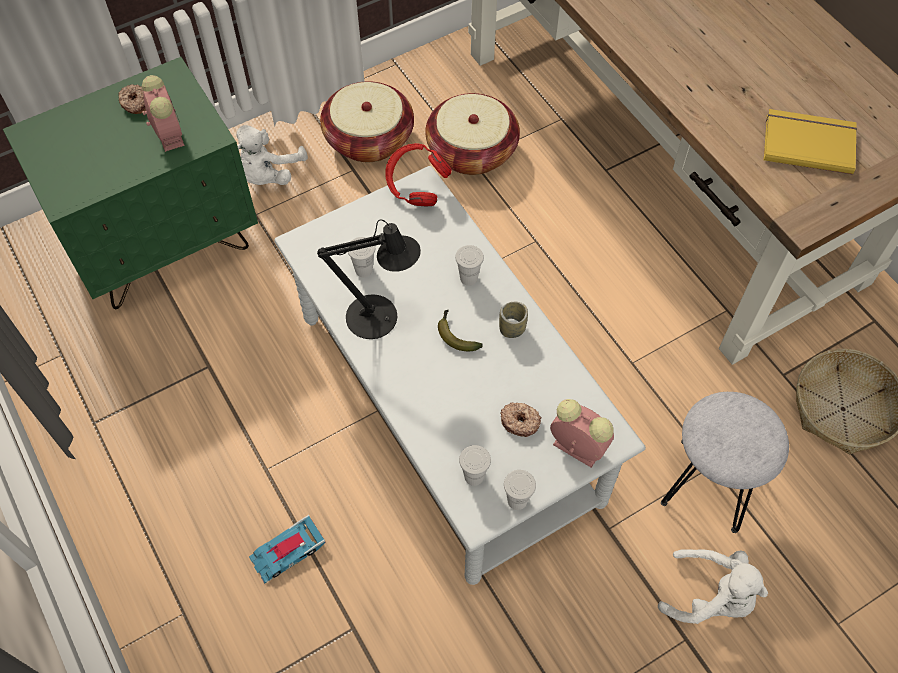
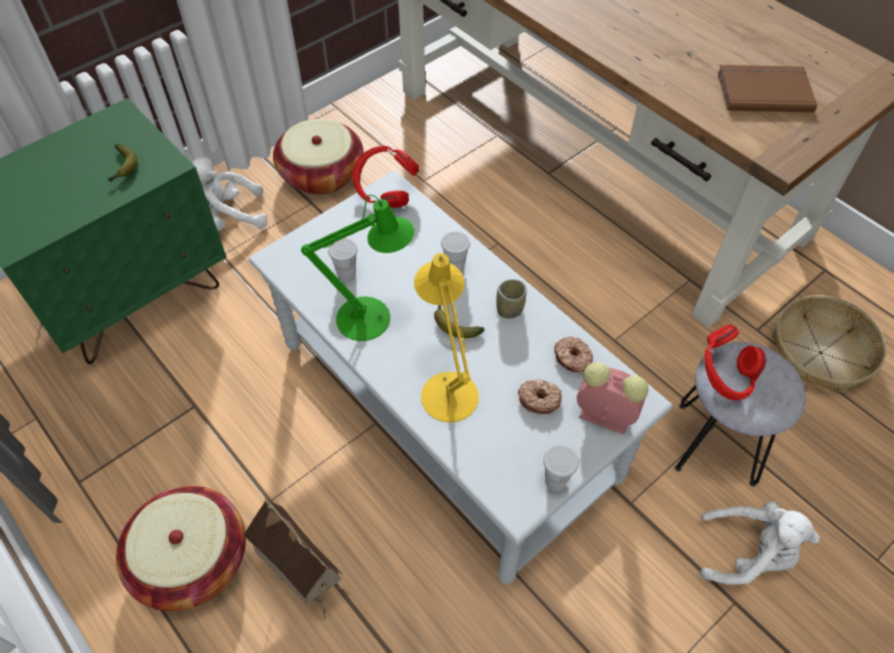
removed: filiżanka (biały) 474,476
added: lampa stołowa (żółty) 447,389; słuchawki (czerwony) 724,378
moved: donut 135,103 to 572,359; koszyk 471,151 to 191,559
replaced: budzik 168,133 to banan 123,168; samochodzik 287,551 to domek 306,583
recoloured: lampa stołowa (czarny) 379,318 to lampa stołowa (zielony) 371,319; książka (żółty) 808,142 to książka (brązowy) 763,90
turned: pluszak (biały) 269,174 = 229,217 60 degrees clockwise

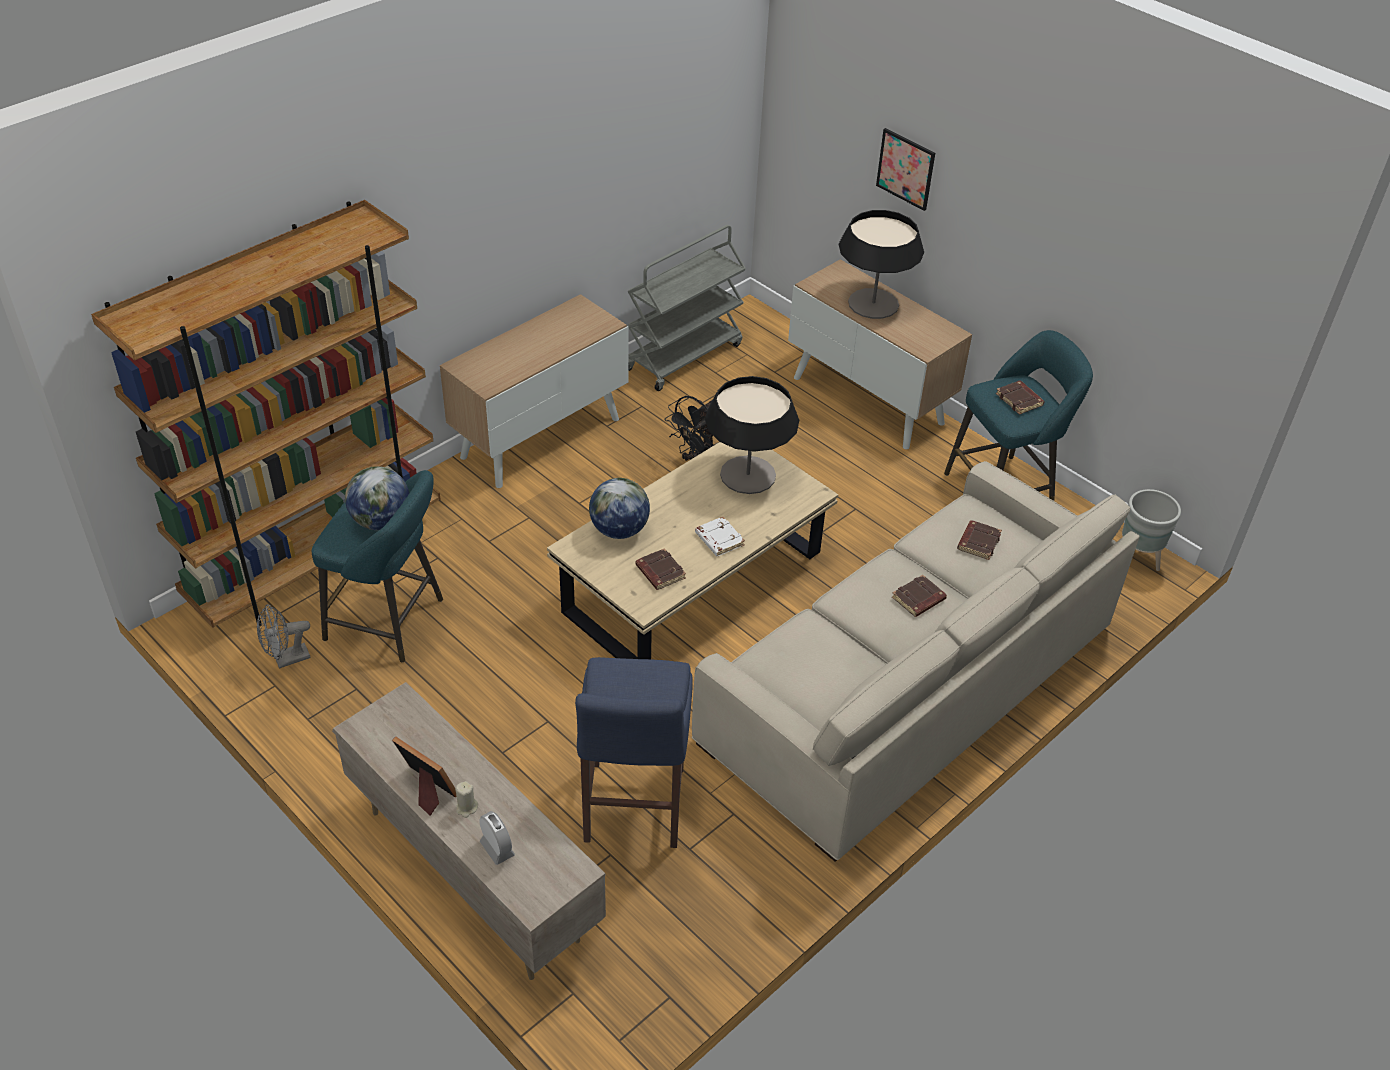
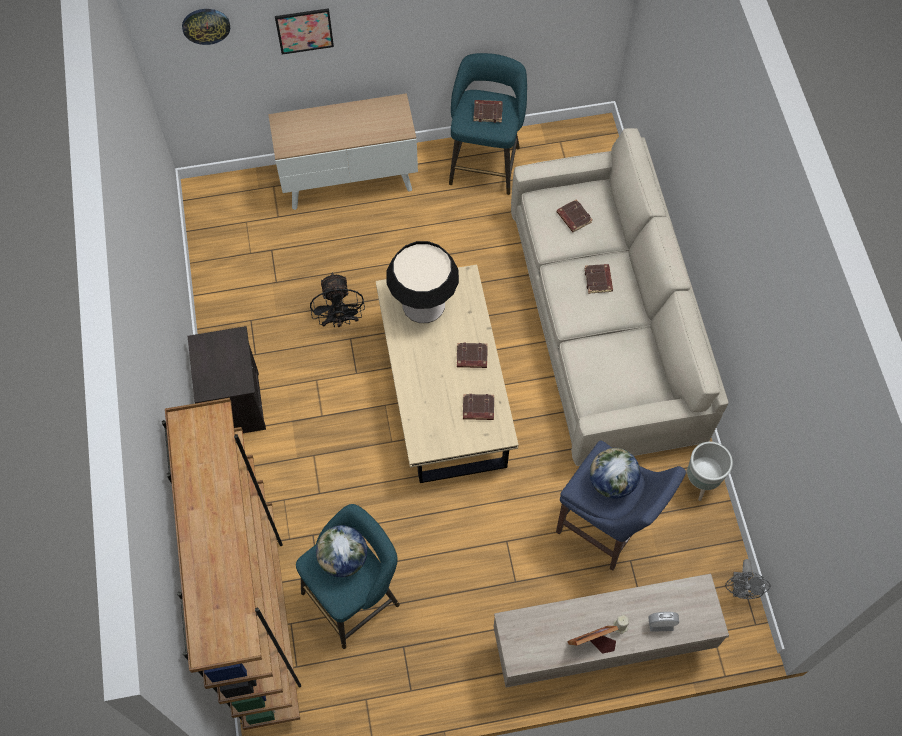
removed: wózek (szary) 684,356; lampa stołowa 873,304
added: zegar ścienny 206,25
moved: wentylator (szary) 286,659 to 740,589; globus 619,530 to 611,482; donica (szary) 1136,561 to 700,483
replaced: szafka 540,437 to szafka nocna (czarny) 235,403
recoloured: książka (biały) 718,539 to książka (brązowy) 471,357

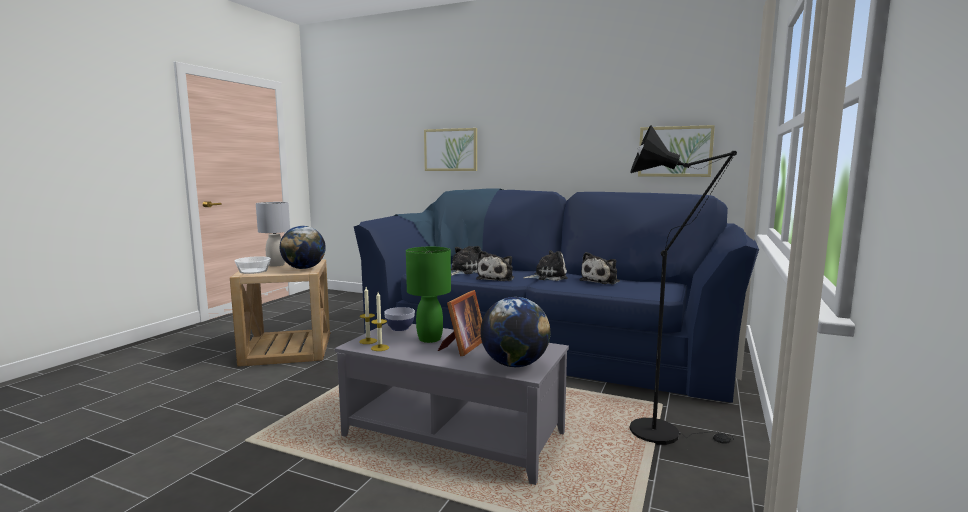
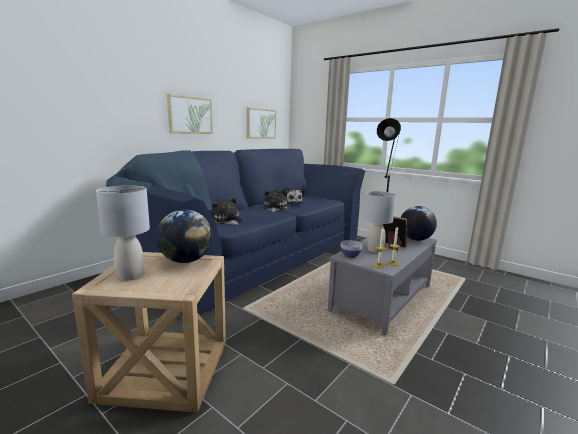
removed: miska 253,271; pluszak 497,278
moved: obraz 451,150 to 190,115
recoloured: lampa stołowa (zielony) 429,339 to lampa stołowa (szary) 375,250

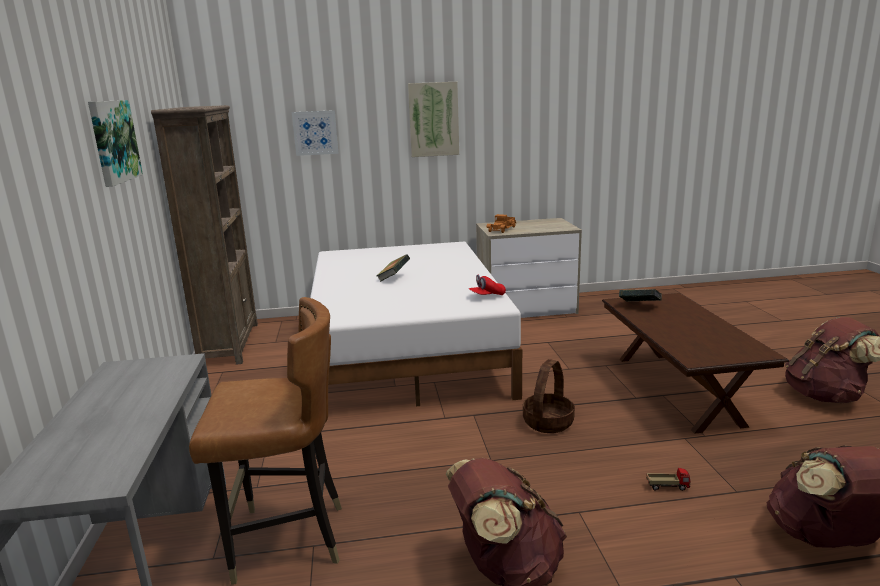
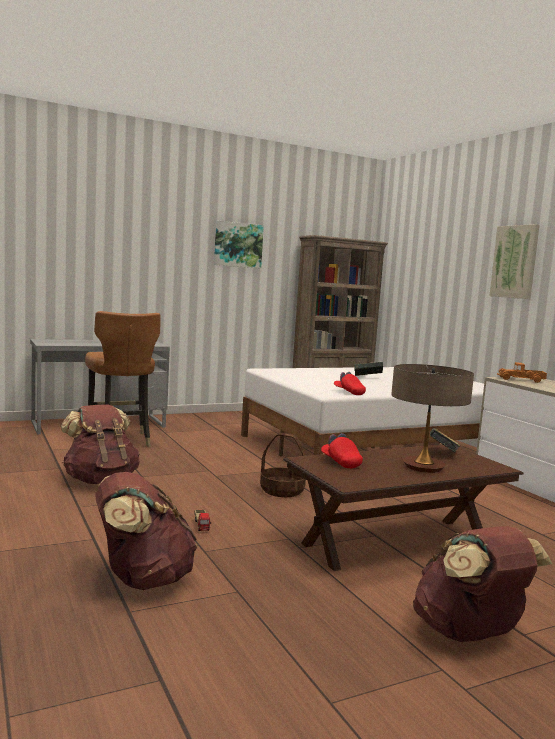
removed: obraz 315,133
added: czapka z daszkiem (czerwony) 340,462; lampa stołowa 423,467

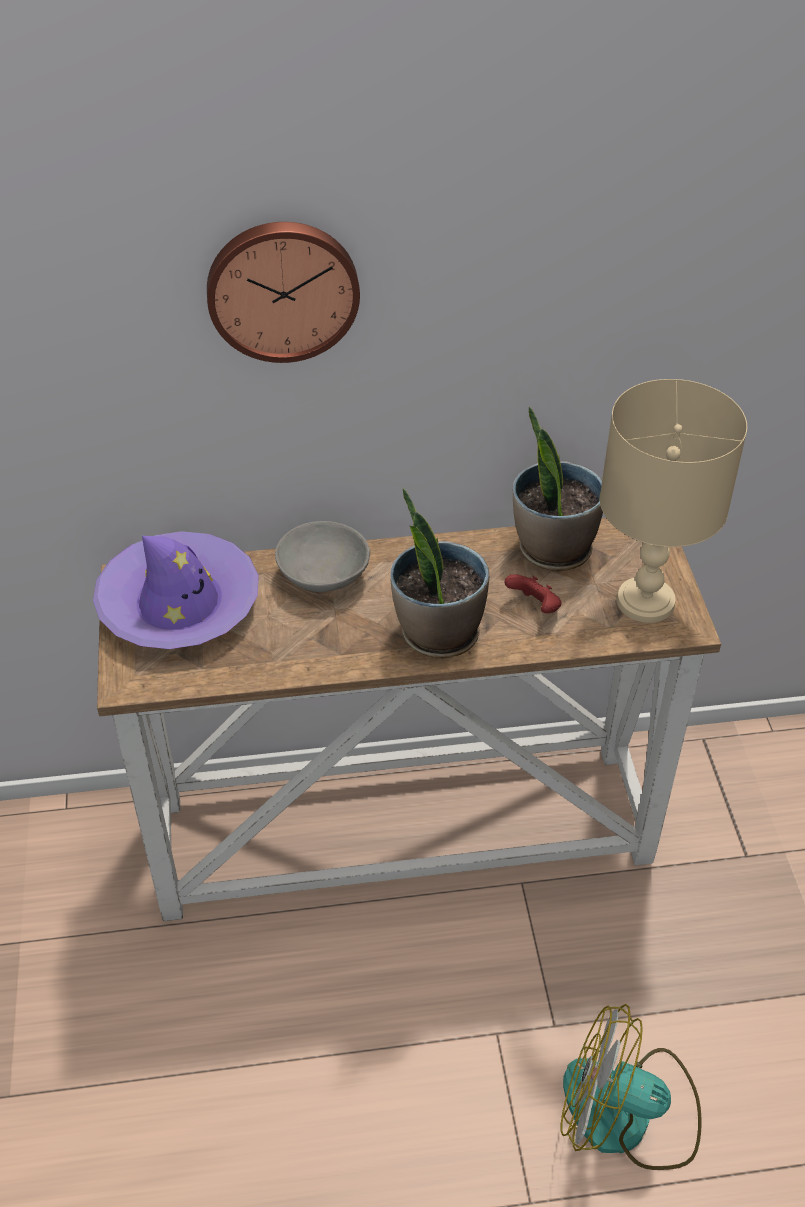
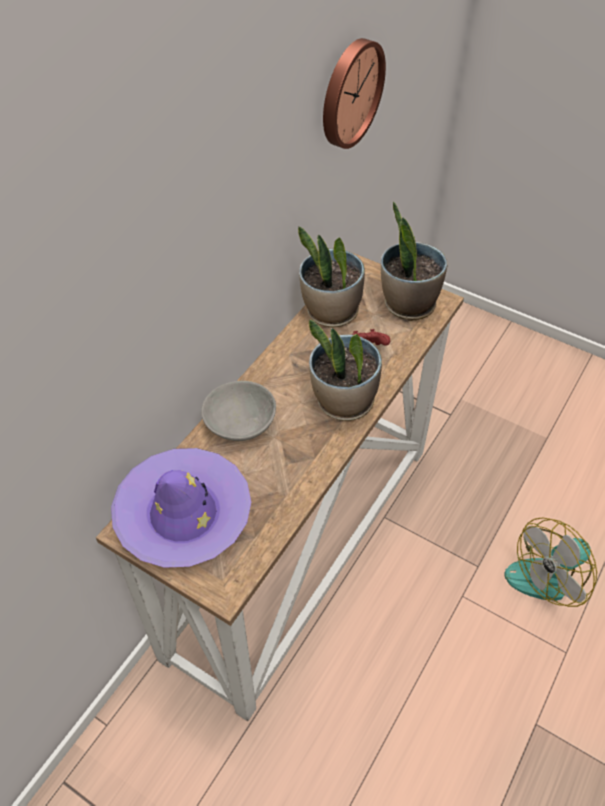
moved: zegar ścienny 282,289 to 349,93
replaced: lampa stołowa (beżowy) 645,602 to roślina doniczkowa 408,304

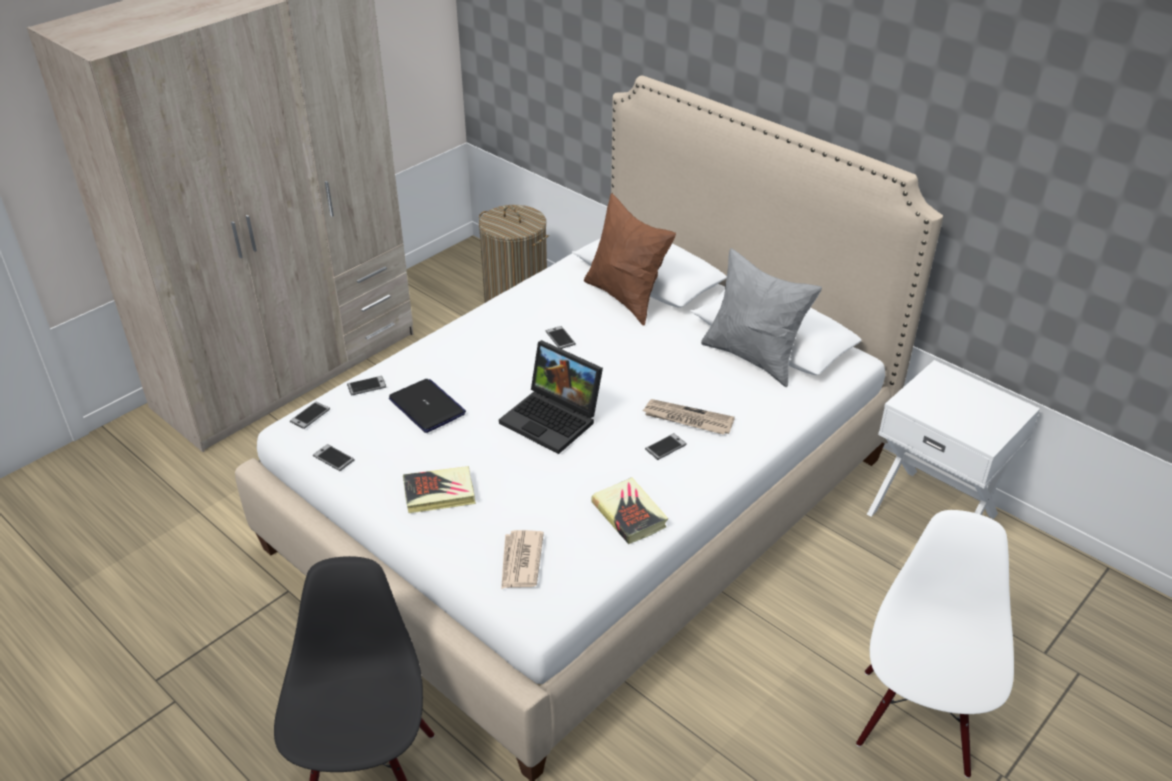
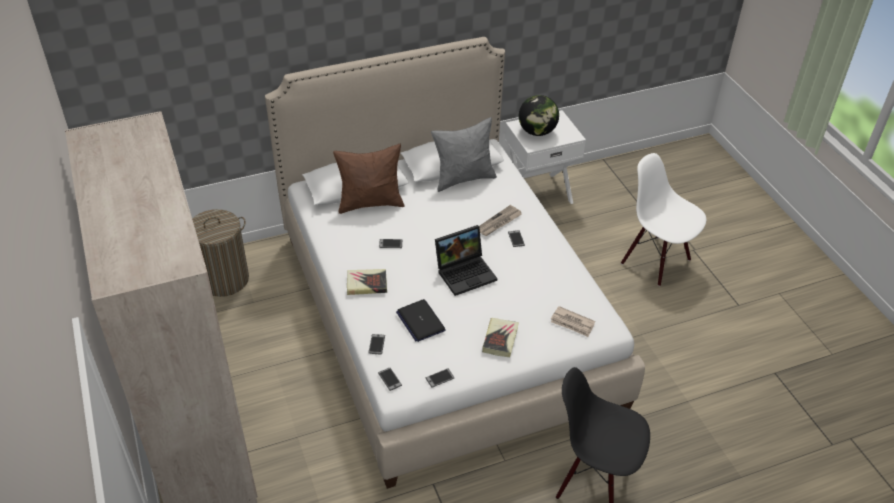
added: globus 537,132
moved: książka 629,514 to 366,284
turned: laptop 427,407 = 420,321 105 degrees counterclockwise

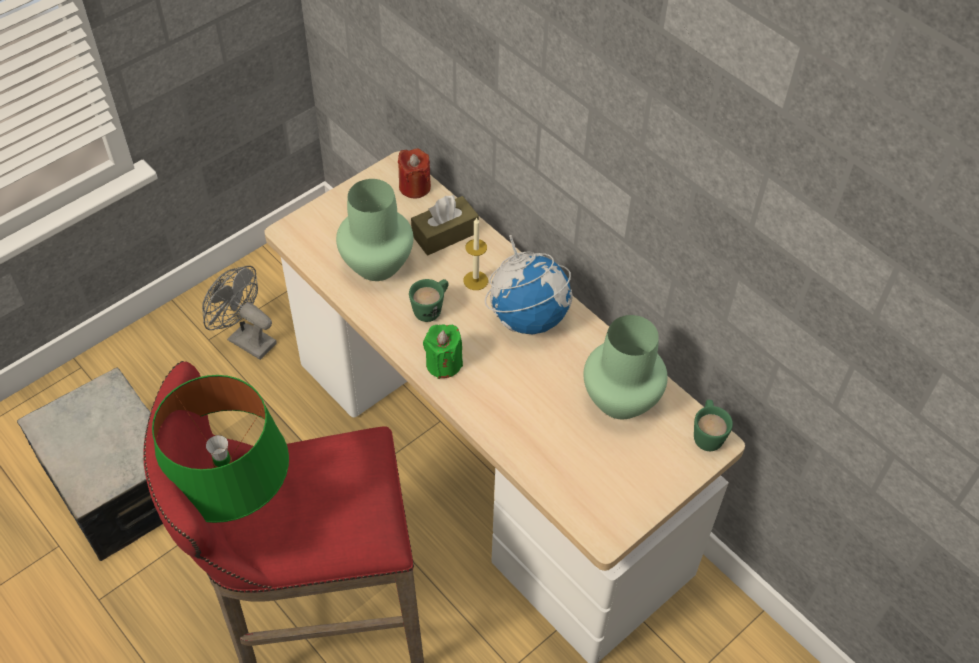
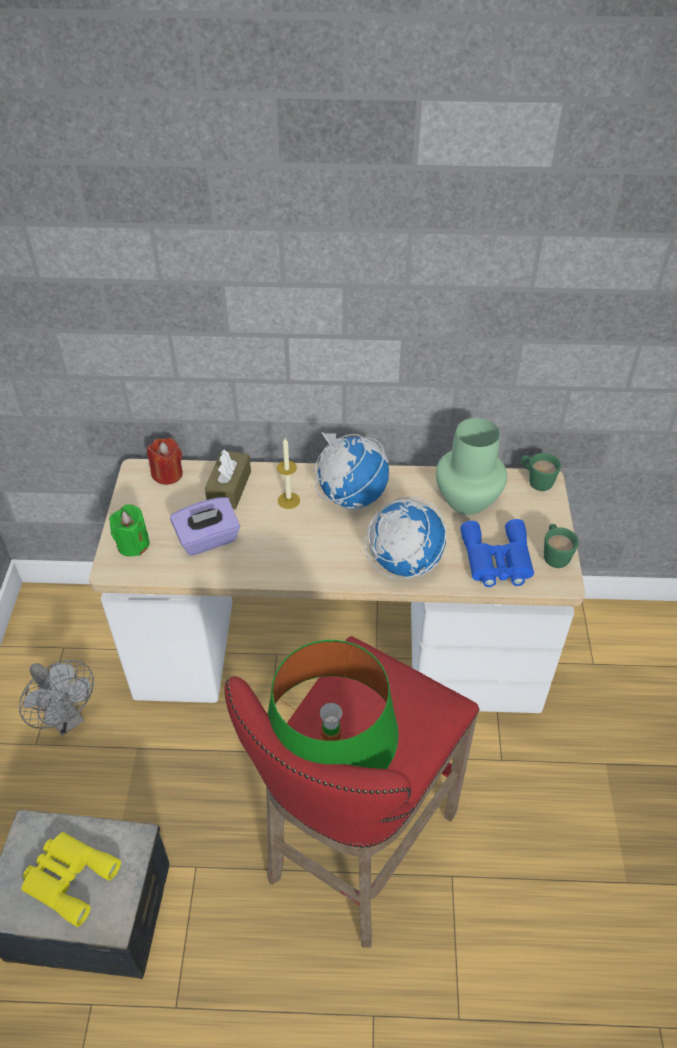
added: lornetka (żółty) 68,877; globus 403,563; lornetka (niebieski) 496,560
moved: kubek (zielony) 431,309 to 554,555; świeca (zielony) 443,364 to 133,544
replaced: wazon (zielony) 378,264 to pudełko chusteczek (fioletowy) 208,540
turned: wentylator (szary) 245,339 = 67,719 120 degrees counterclockwise

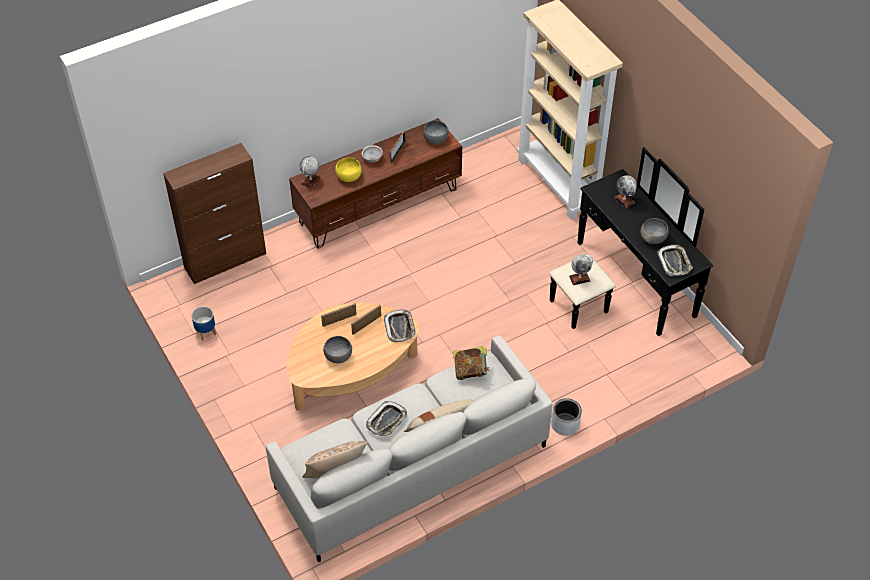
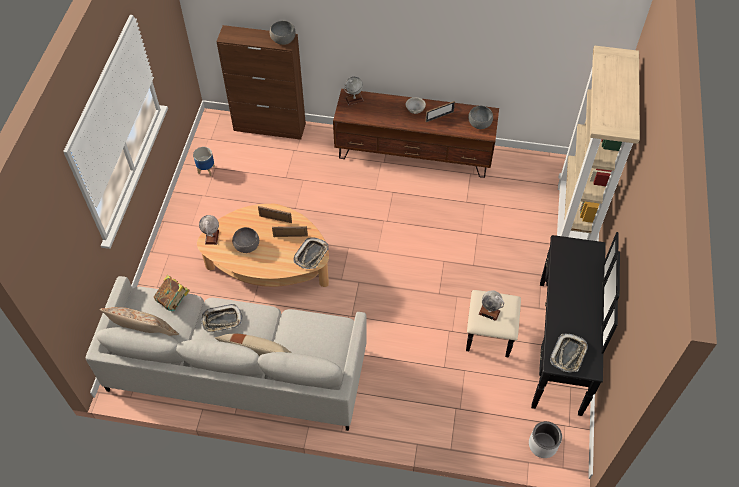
removed: miska (żółty) 349,176
moved: książka 470,371 to 174,300; donica (szary) 565,424 to 542,445; globus 624,200 to 212,237; miska (szary) 653,238 to 283,40

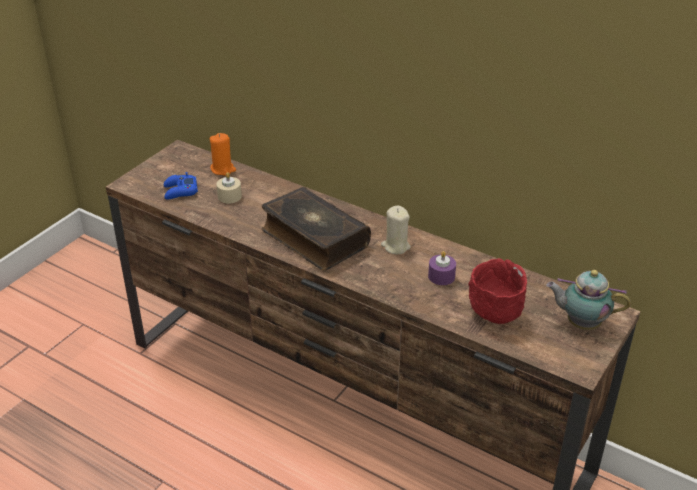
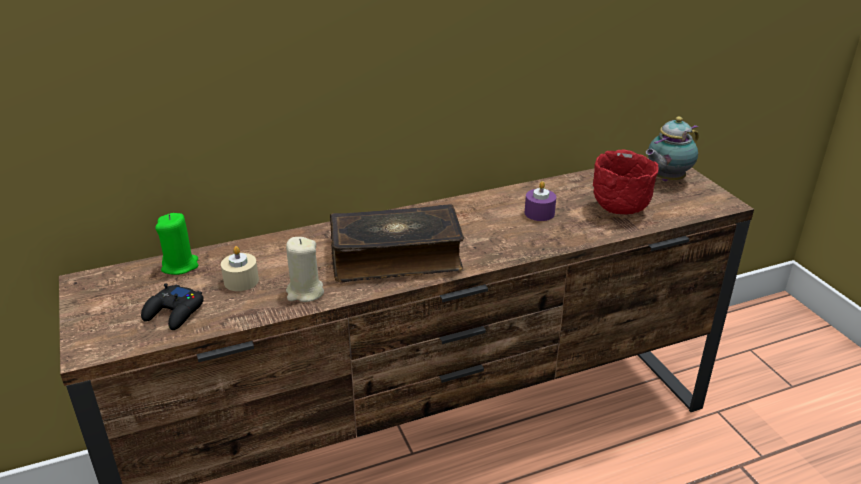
moved: świeca (beżowy) 395,246 to 305,292
recoloured: pad do gier (niebieski) 180,191 to pad do gier (czarny) 174,313; świeca (pomarańczowy) 223,169 to świeca (zielony) 180,266

